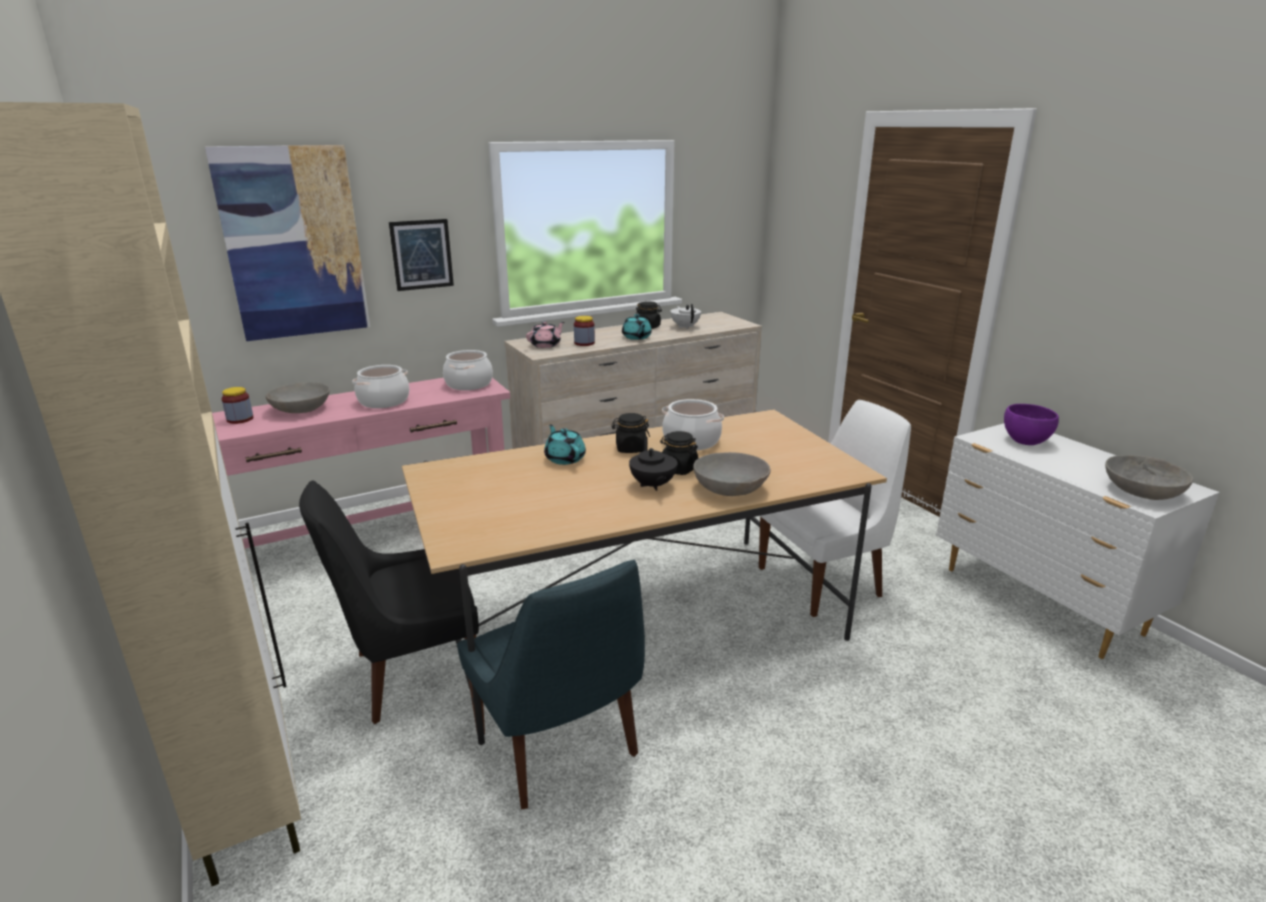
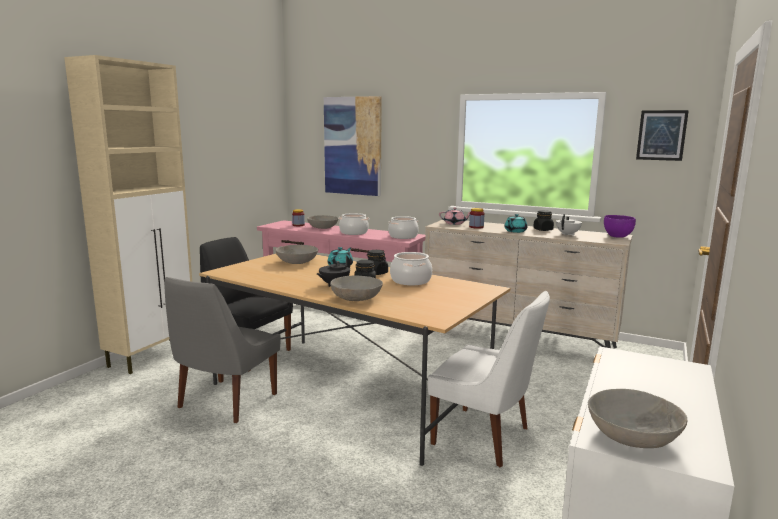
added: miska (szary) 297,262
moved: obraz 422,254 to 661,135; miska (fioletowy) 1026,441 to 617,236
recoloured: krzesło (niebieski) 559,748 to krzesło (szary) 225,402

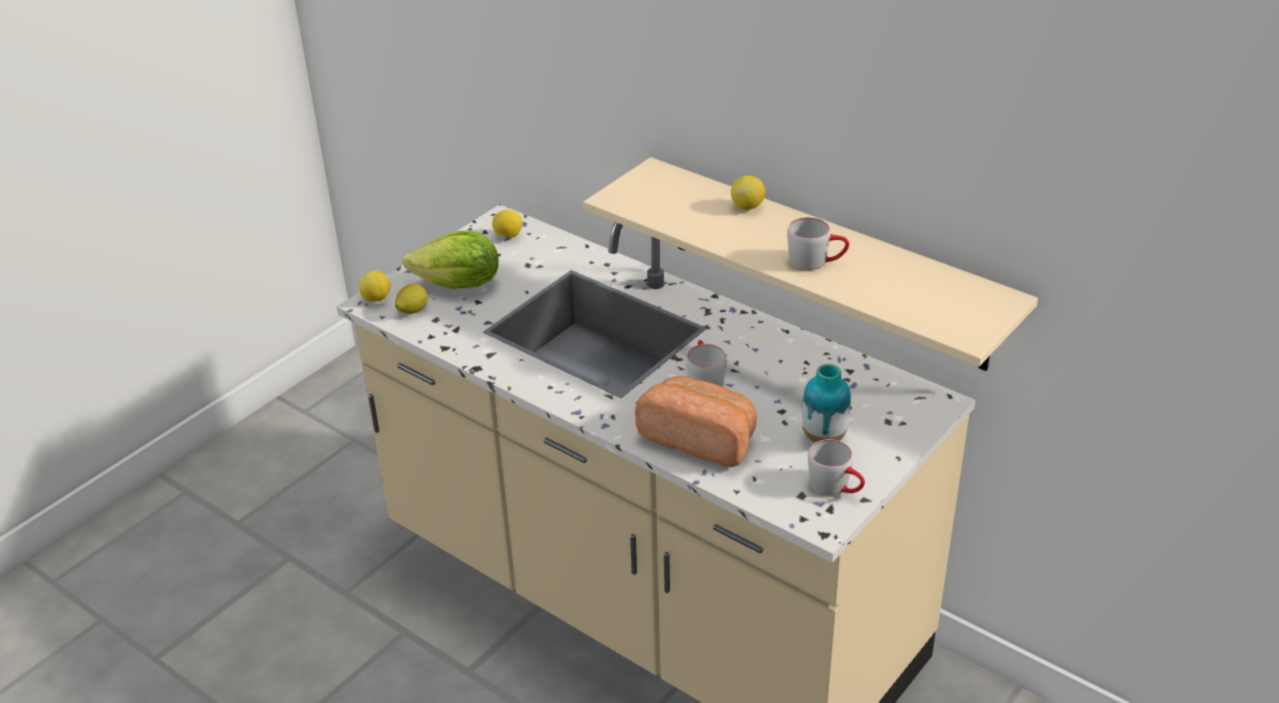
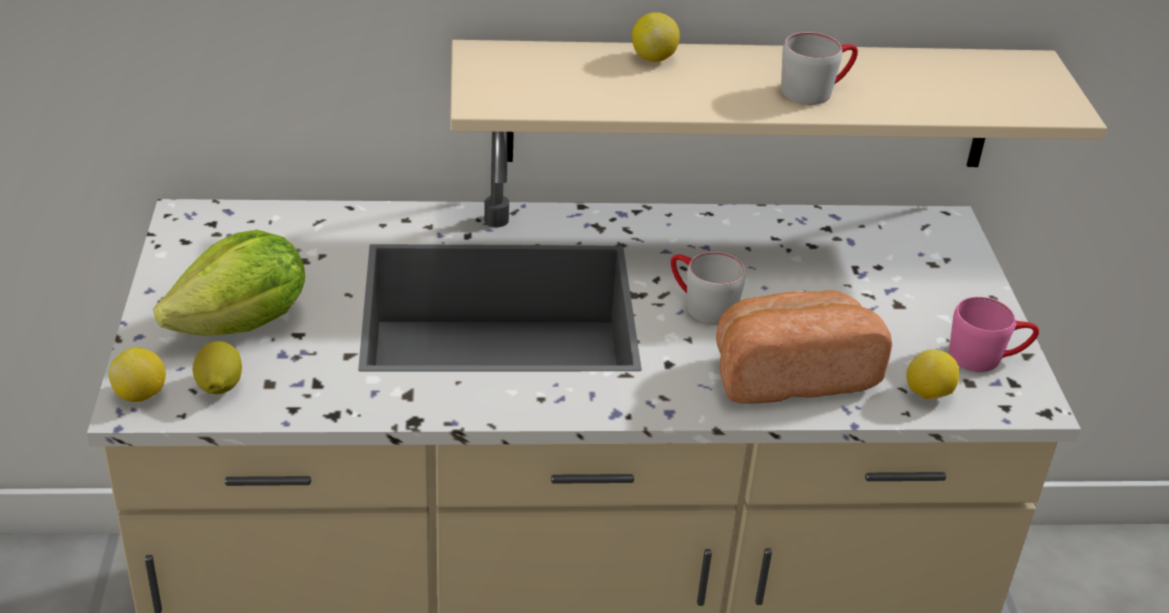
removed: wazon 824,437
moved: cytryna 508,236 to 928,395
recoloured: kubek (szary) 836,487 to kubek (różowy) 987,356

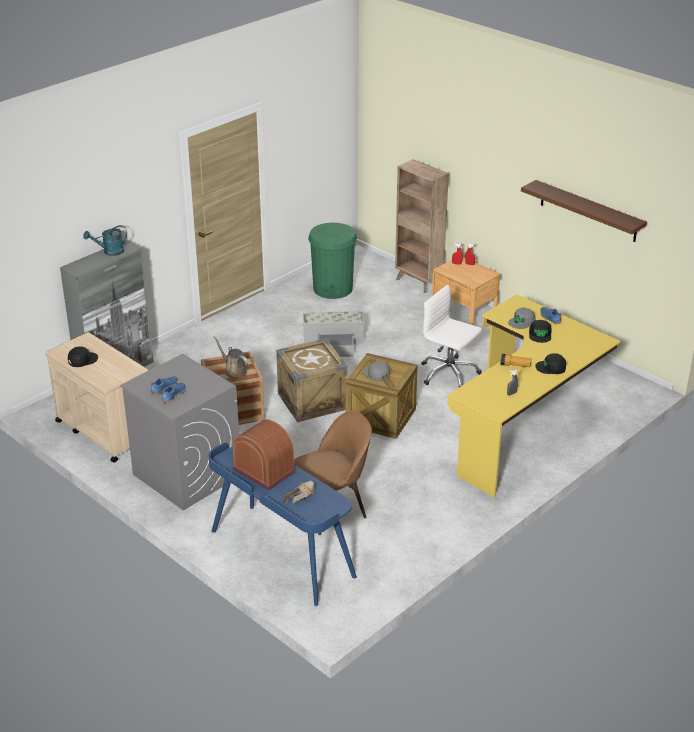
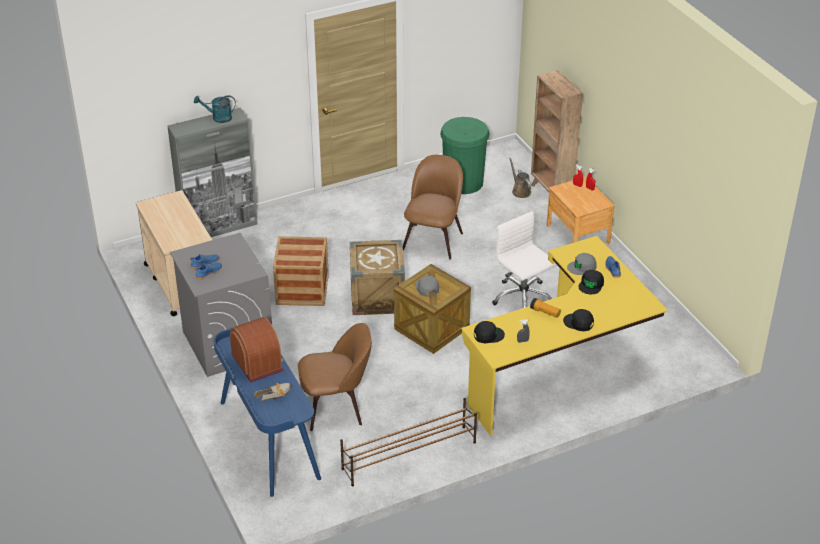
removed: półka (brązowy) 588,211
added: regał na buty (brązowy) 408,455
moved: czapka z daszkiem (czarny) 82,360 to 488,335; konewka (brązowy) 234,371 to 520,191
replaced: pojemnik do przechowywania (szary) 335,341 to krzesło (brązowy) 433,239

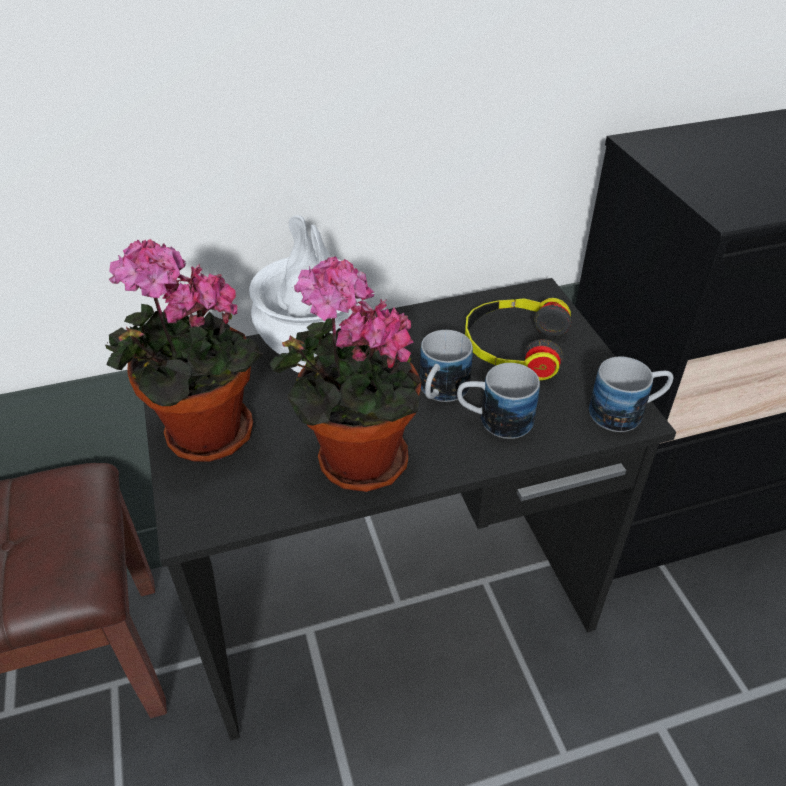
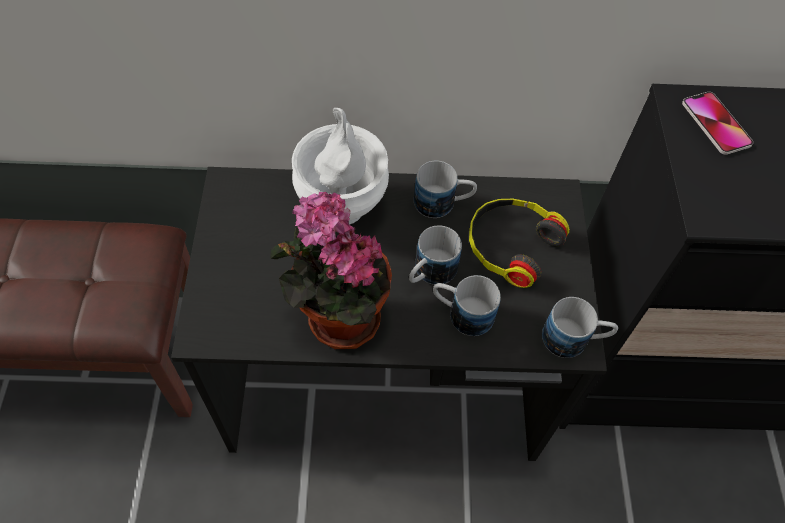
removed: roślina doniczkowa 202,437
added: kubek 443,203; telefon 715,124

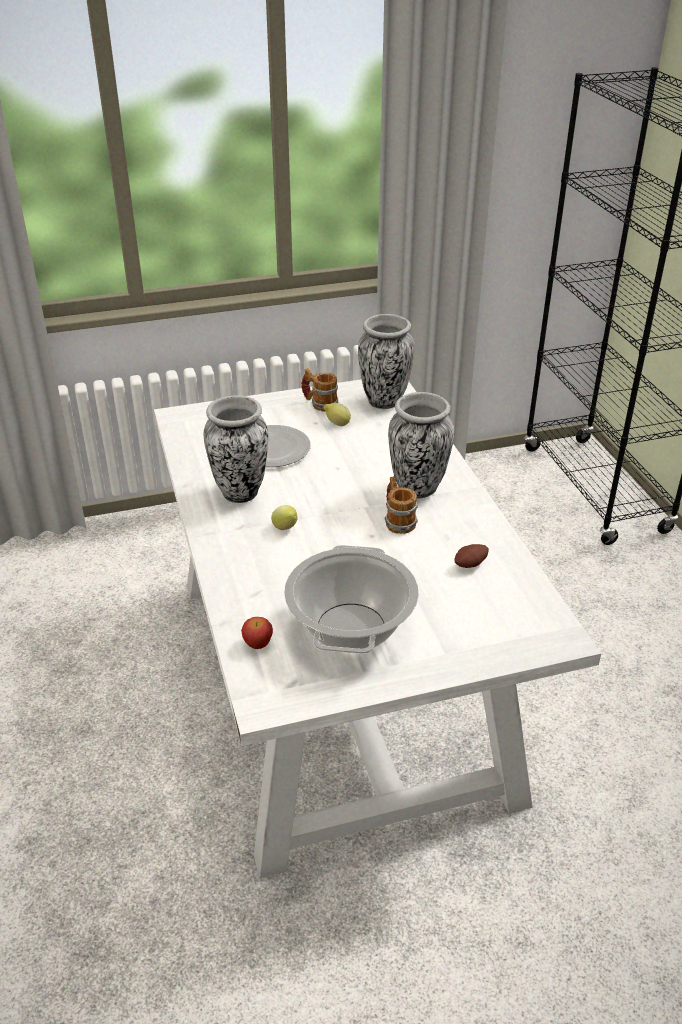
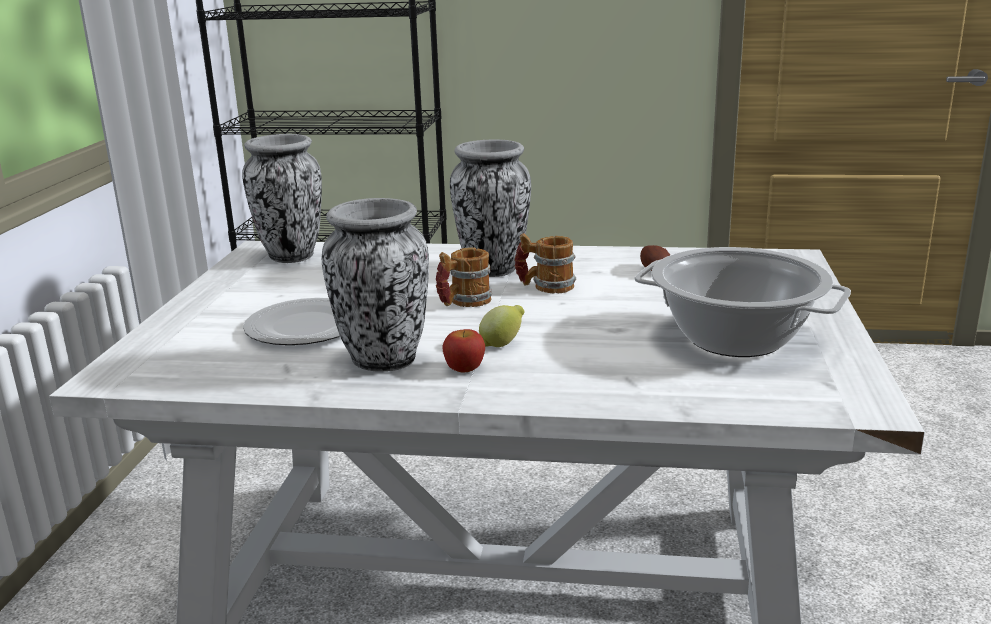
removed: cytryna 337,424
moved: jabłko 258,643 to 465,369; kubek 319,403 to 463,302

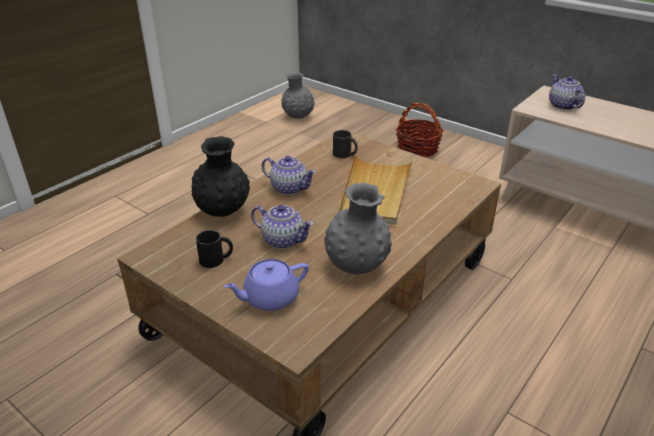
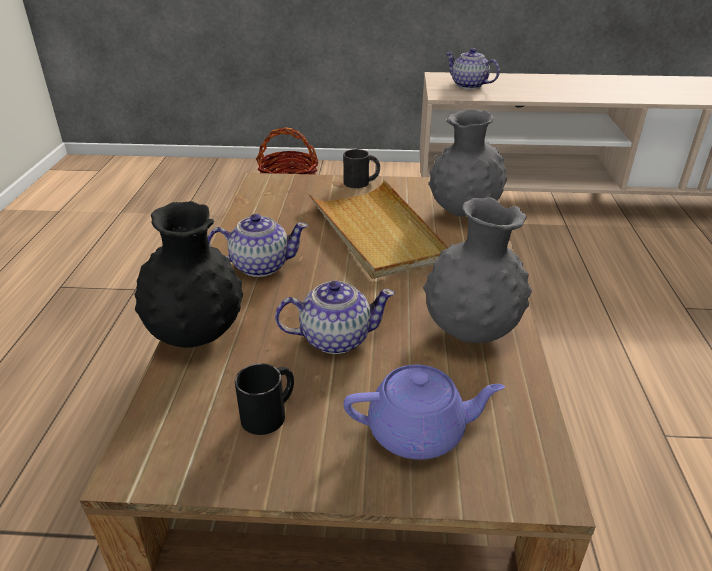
moved: wazon (szary) 298,117 to 463,213; kubek (czarny) 345,154 to 361,182
turned: imbryk (fioletowy) 269,298 = 419,432 120 degrees counterclockwise

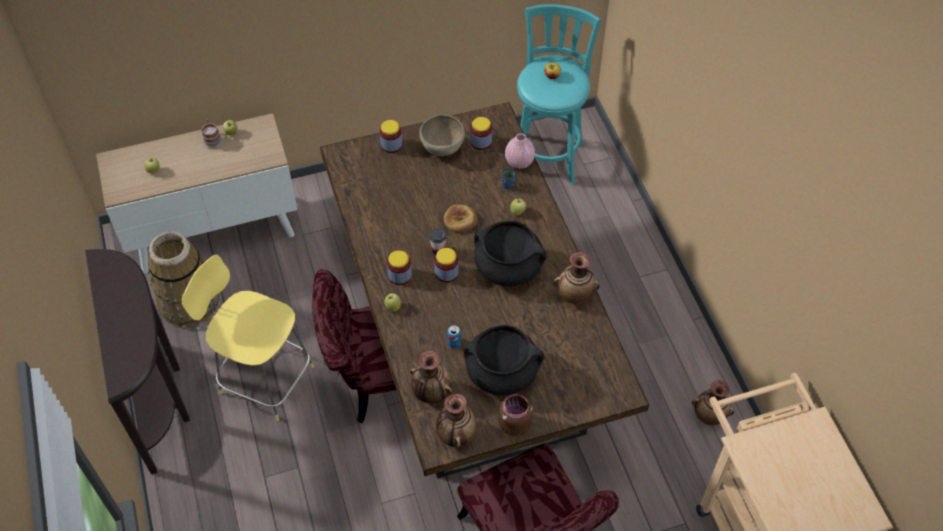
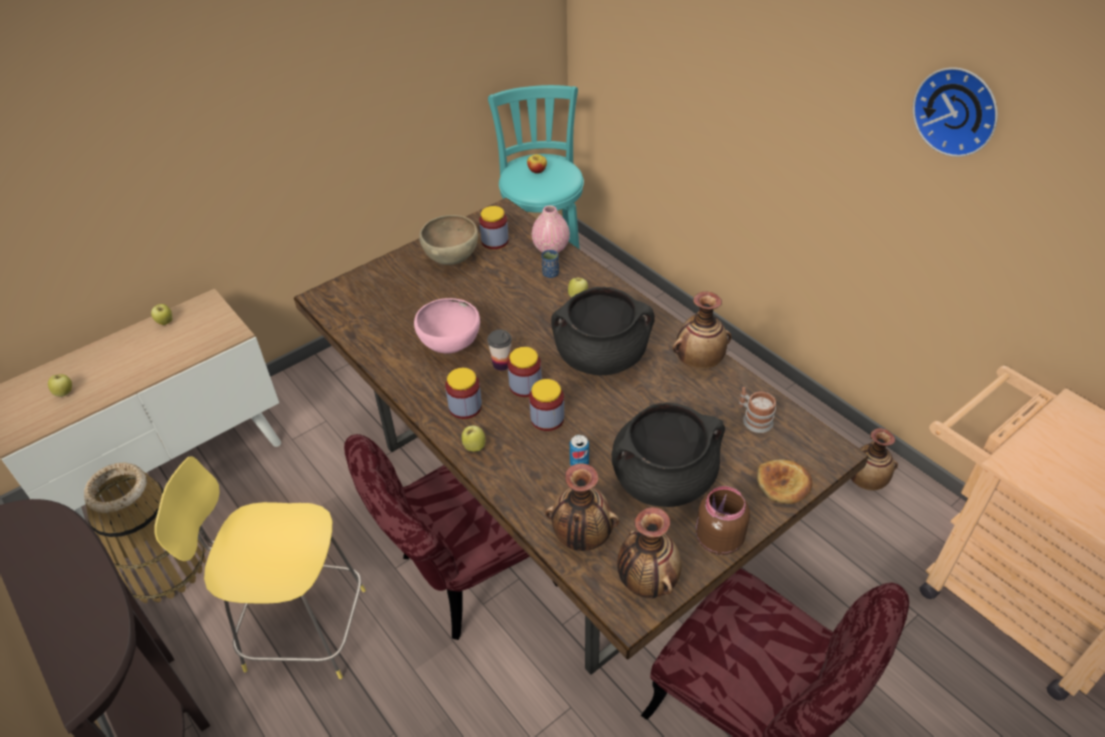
added: miska (różowy) 450,347; zegar ścienny 958,110
moved: kubek 212,139 to 753,419; słoik 391,145 to 547,418; chleb 460,220 to 783,484

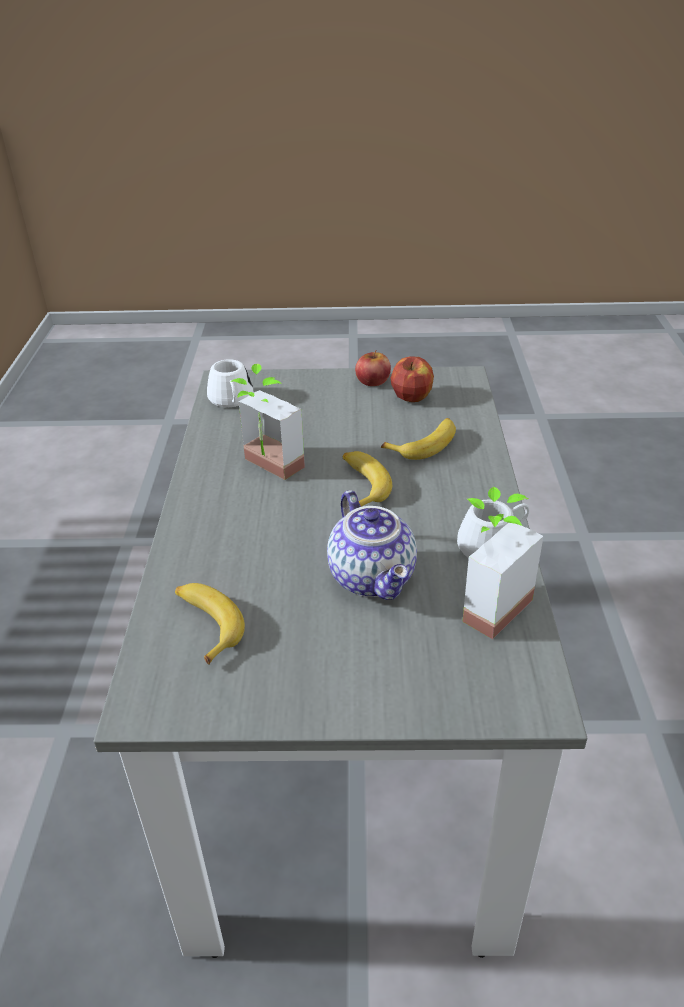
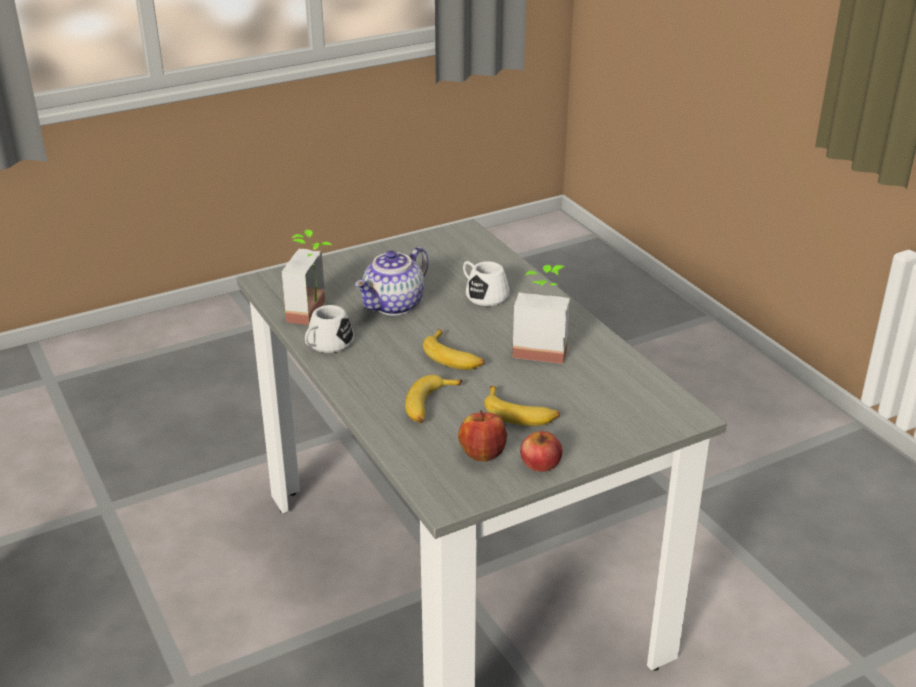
moved: banan 206,625 to 520,414; kubek (biały) 232,401 to 482,294
turned: imbryk 374,578 = 394,306 90 degrees counterclockwise

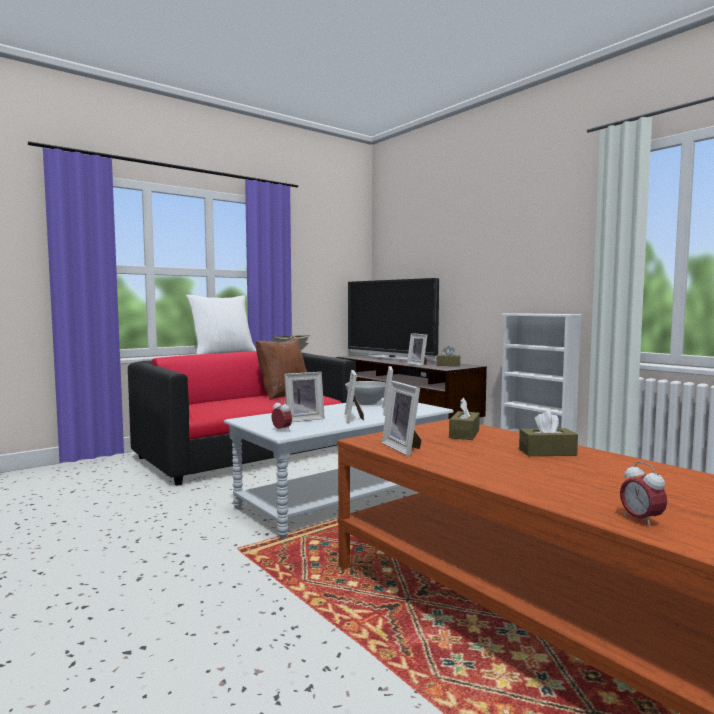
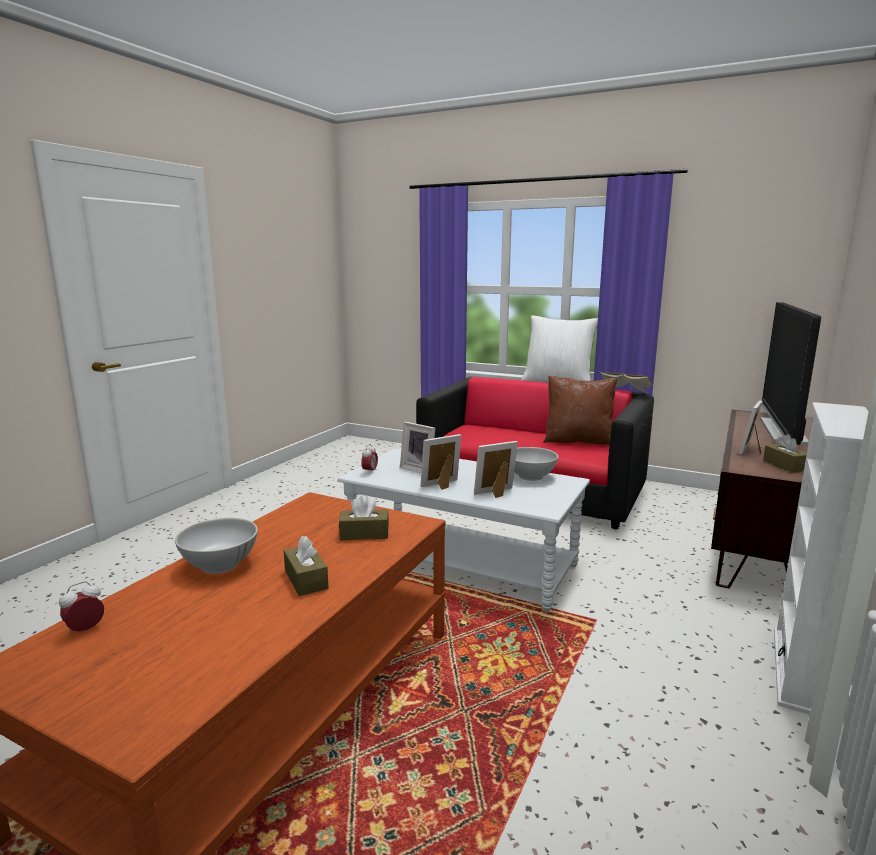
removed: ramka na zdjęcie 404,448
added: miska (biały) 219,565

